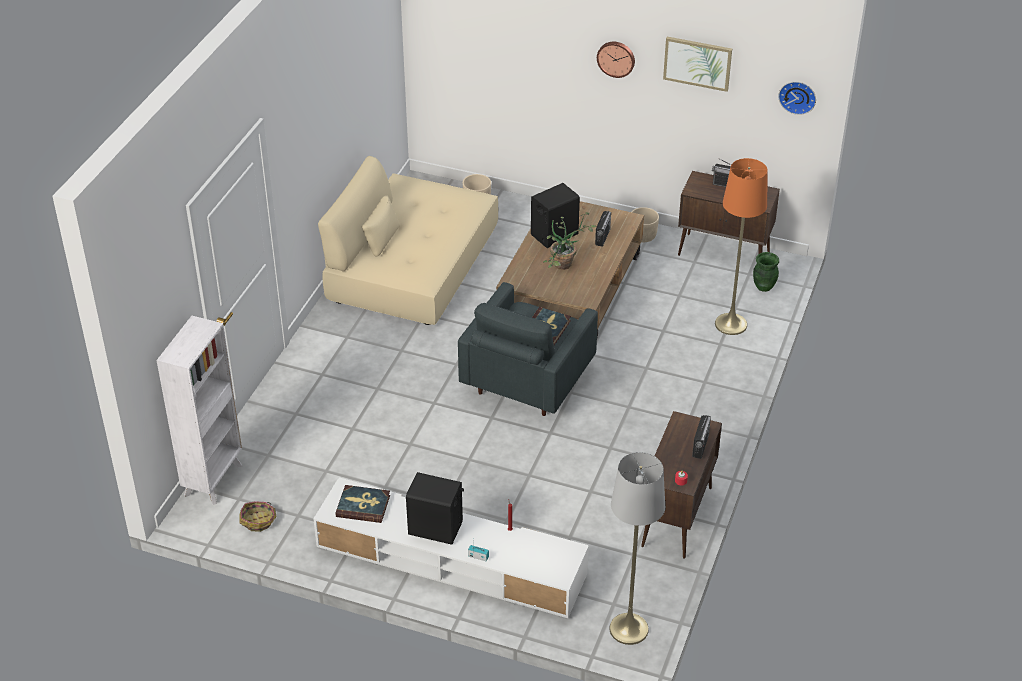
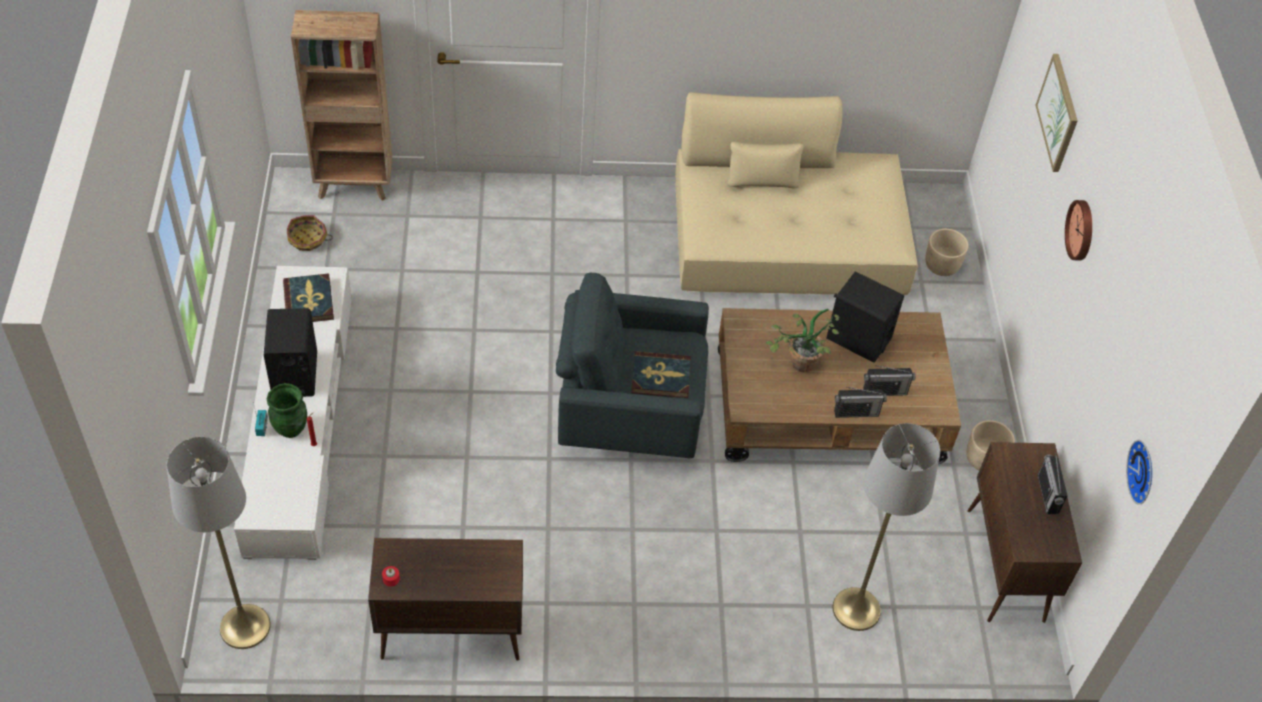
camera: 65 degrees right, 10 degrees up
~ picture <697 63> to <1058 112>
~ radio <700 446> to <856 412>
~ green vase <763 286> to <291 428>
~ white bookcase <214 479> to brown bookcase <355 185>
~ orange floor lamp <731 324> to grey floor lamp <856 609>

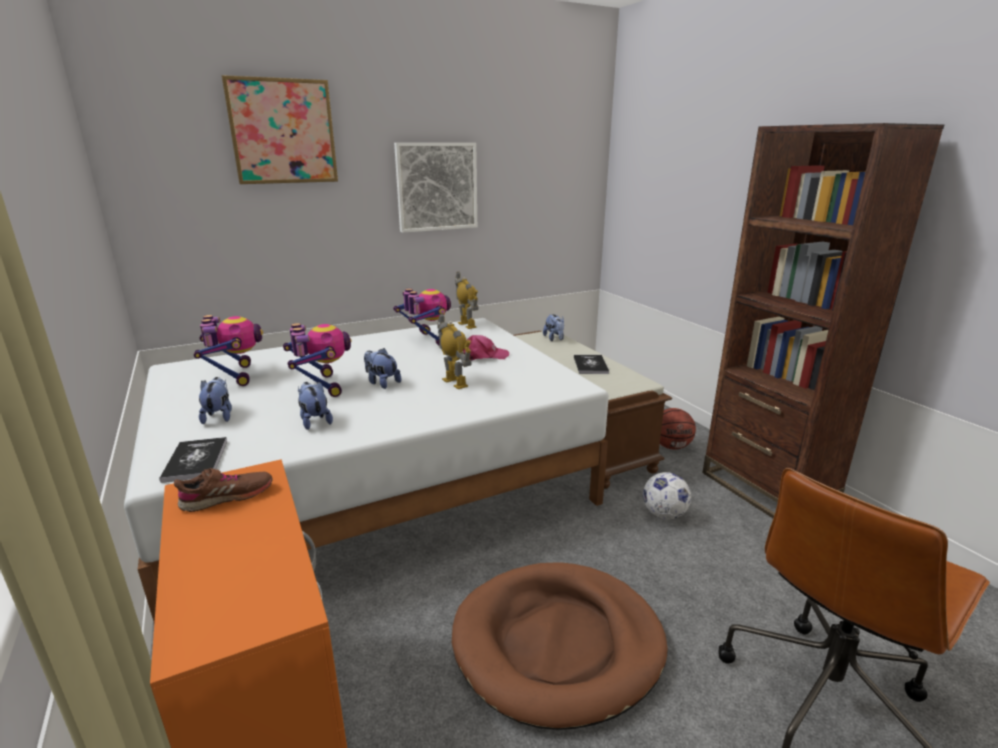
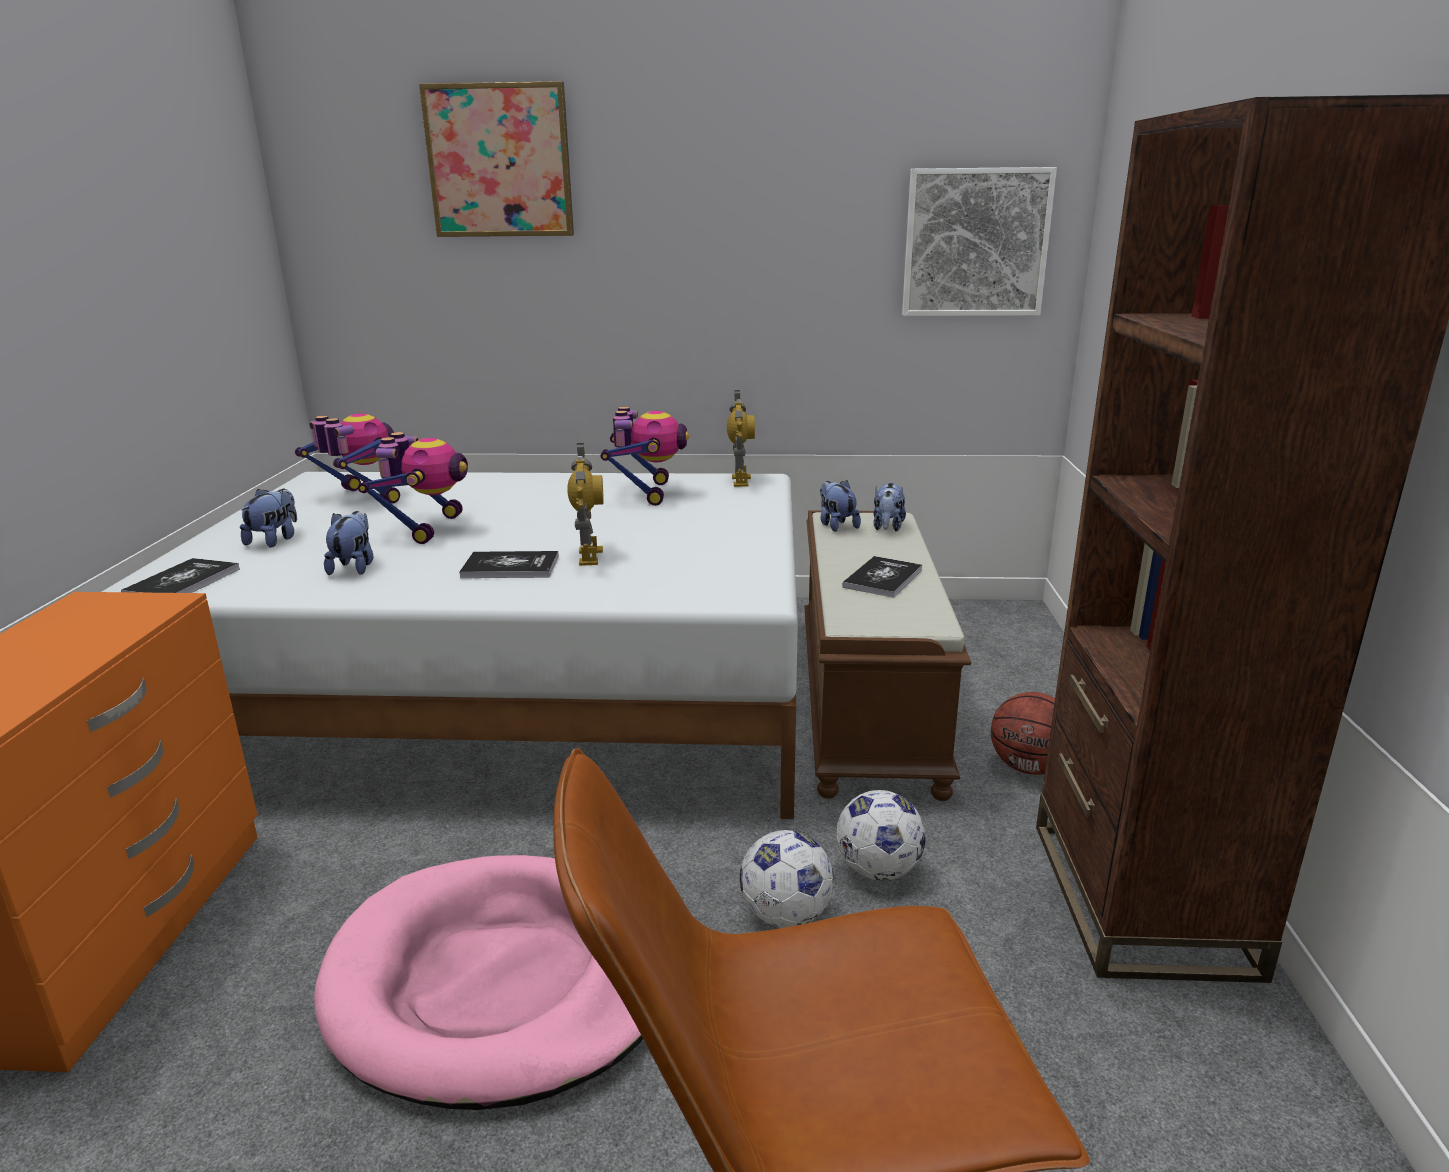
camera: 30 degrees right, 0 degrees up
- brown shoe <227 497>
- pink cap <483 356>
+ book <510 567>
+ football <786 915>
~ plush toy <382 383> to <836 525>
~ picture <436 187> to <975 243>
~ brown dog bed <558 644> to pink dog bed <499 983>
~ toy robot <235 376> = <360 498> 60 degrees counterclockwise

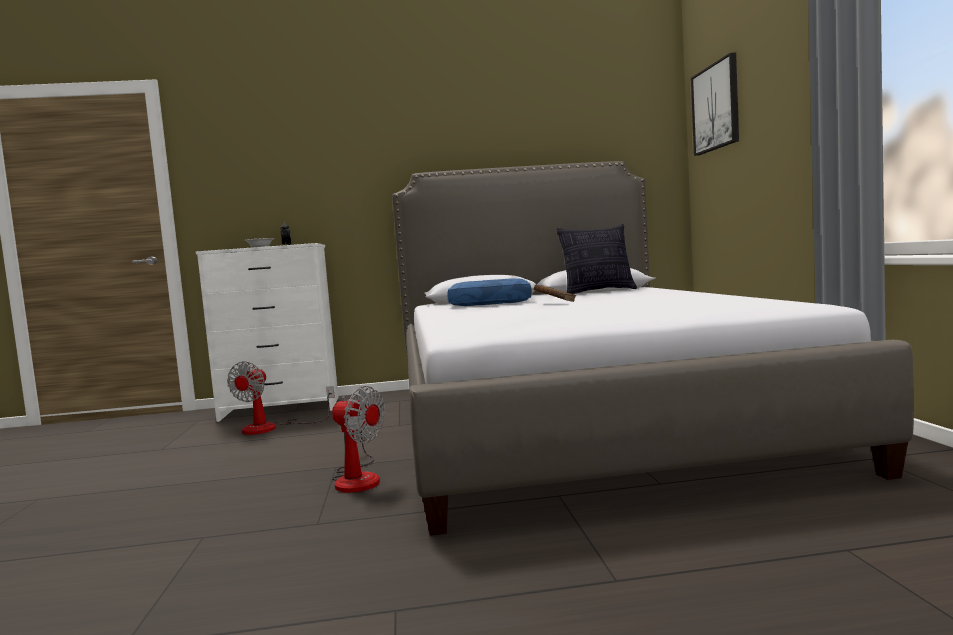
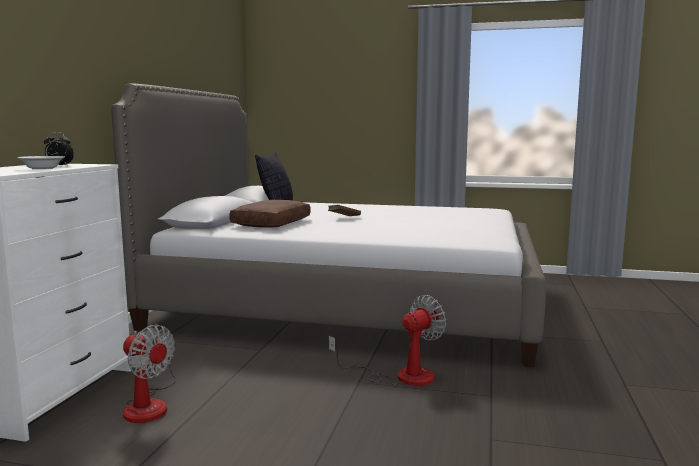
camera: 70 degrees left, 5 degrees up
- picture <716 107>
~ blue pillow <491 303> to brown pillow <271 223>

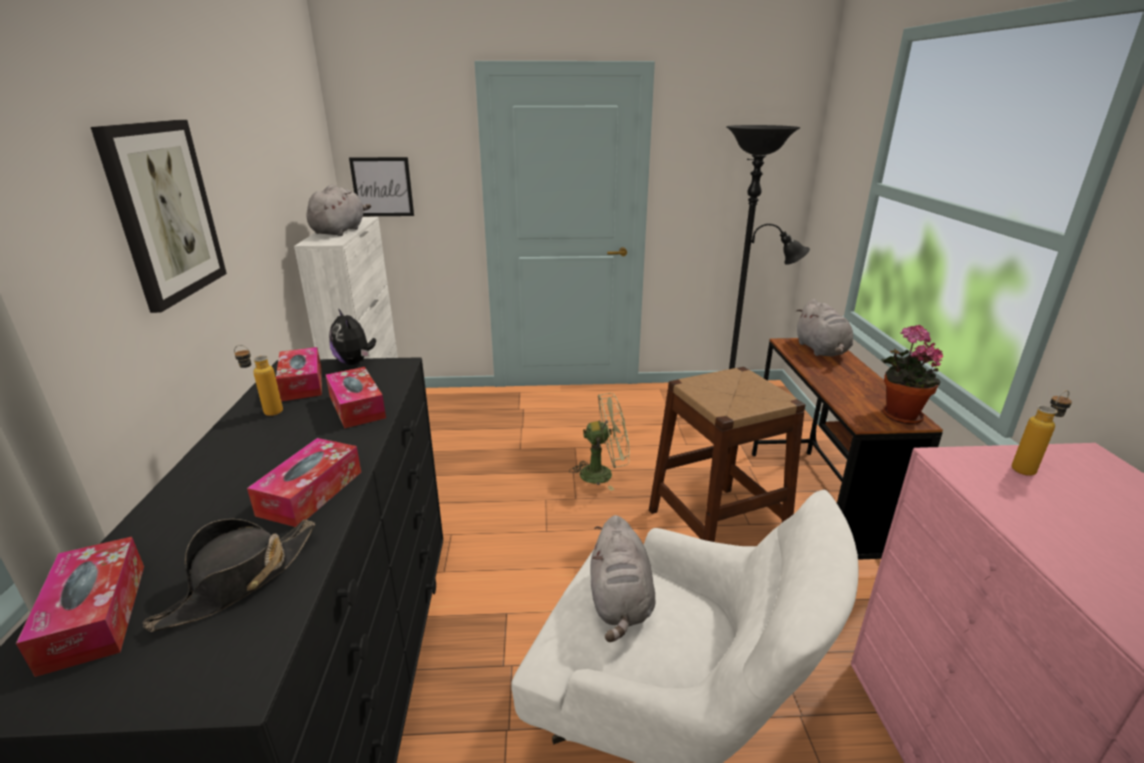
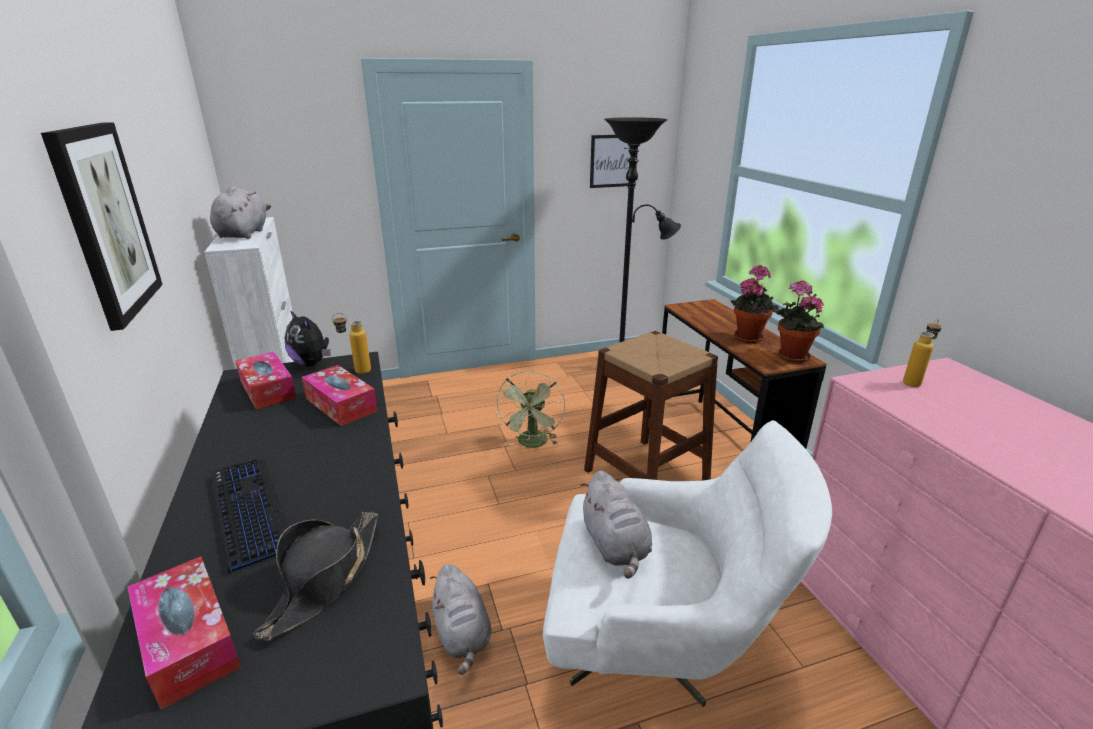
camera: 15 degrees left, 0 degrees up
- tissue box <311 493>
+ keyboard <248 511>
+ potted plant <748 337>
~ bottle <266 412> to <356 371>
~ picture <382 187> to <613 161>
~ grey plush toy <821 350> to <462 634>
~ green fan <603 473> = <533 444> 120 degrees clockwise

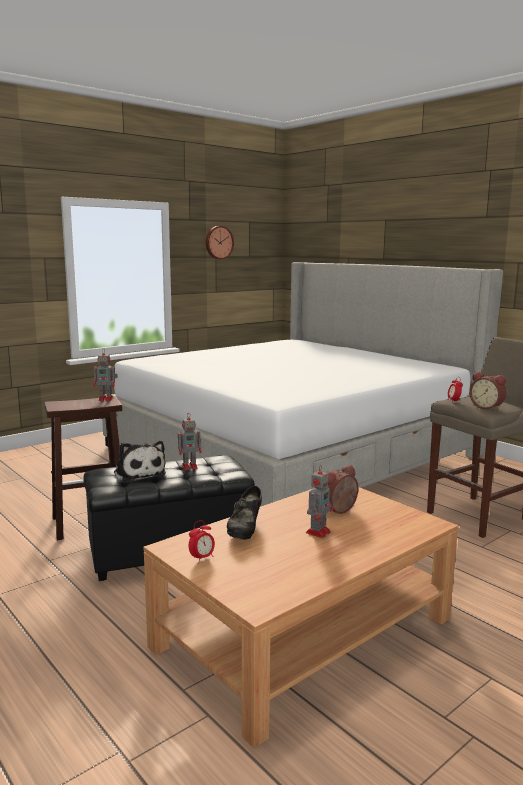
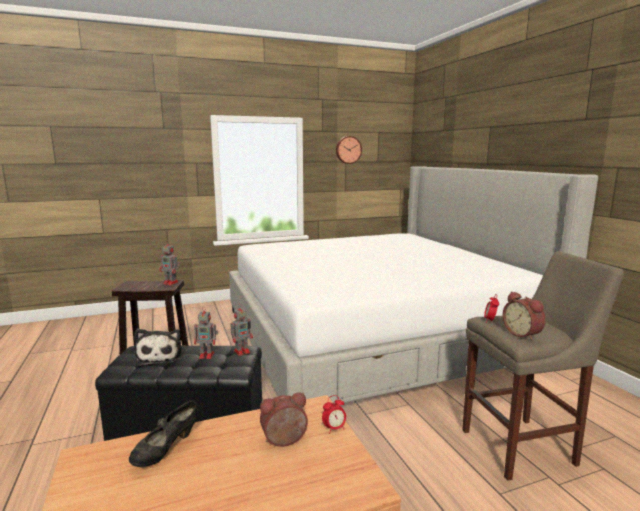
camera: 20 degrees right, 0 degrees up
~ alarm clock <202 558> to <334 428>
~ toy robot <318 532> to <242 351>

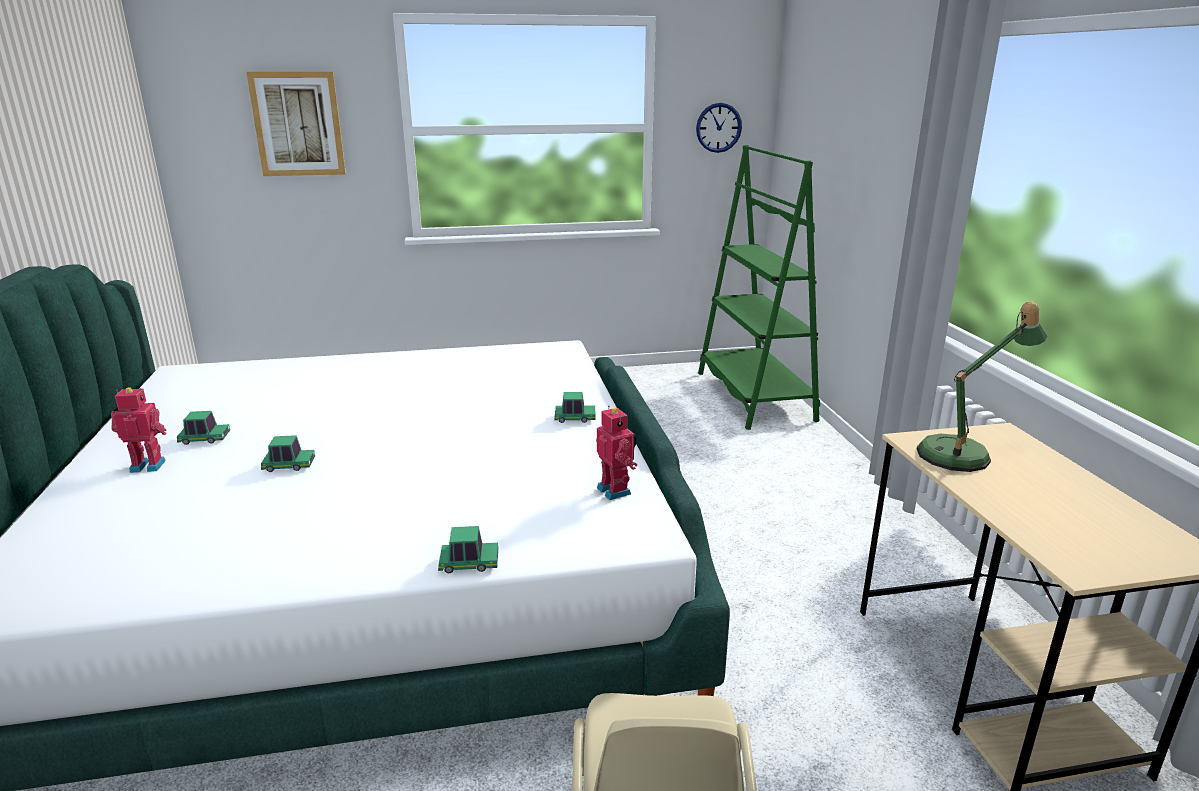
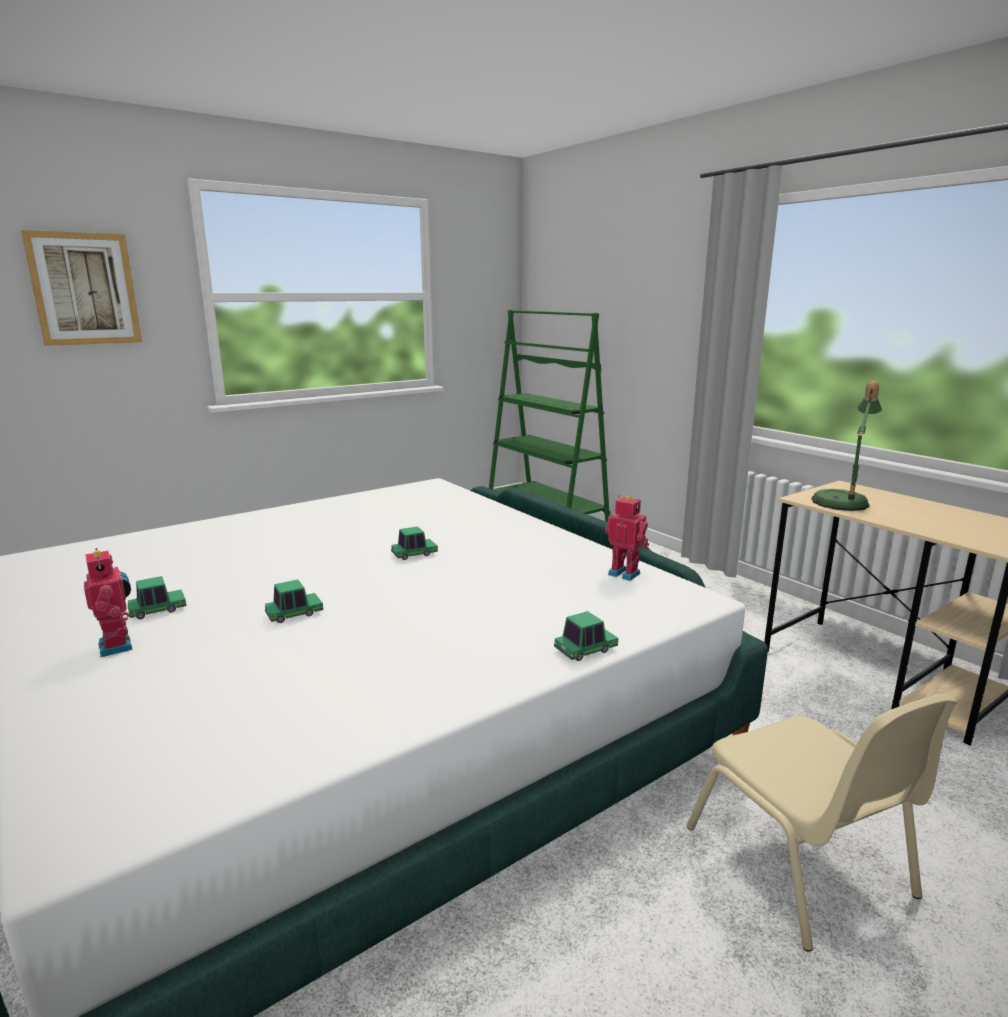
camera: 25 degrees left, 5 degrees down
- wall clock <718 127>
~ toy car <575 418> to <414 554>
~ toy robot <148 465> = <118 646> 90 degrees clockwise

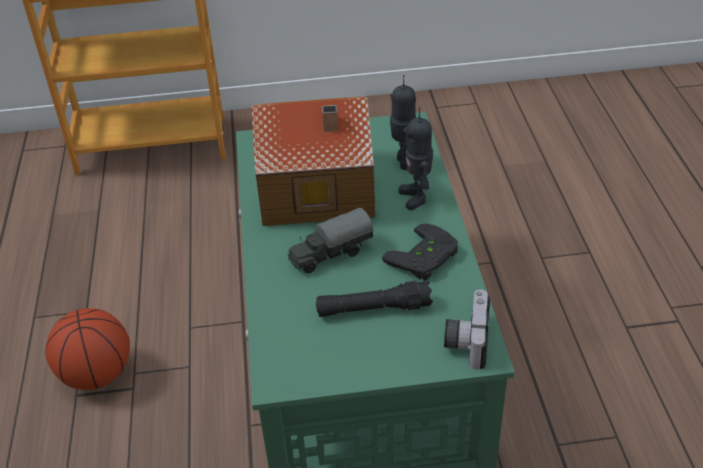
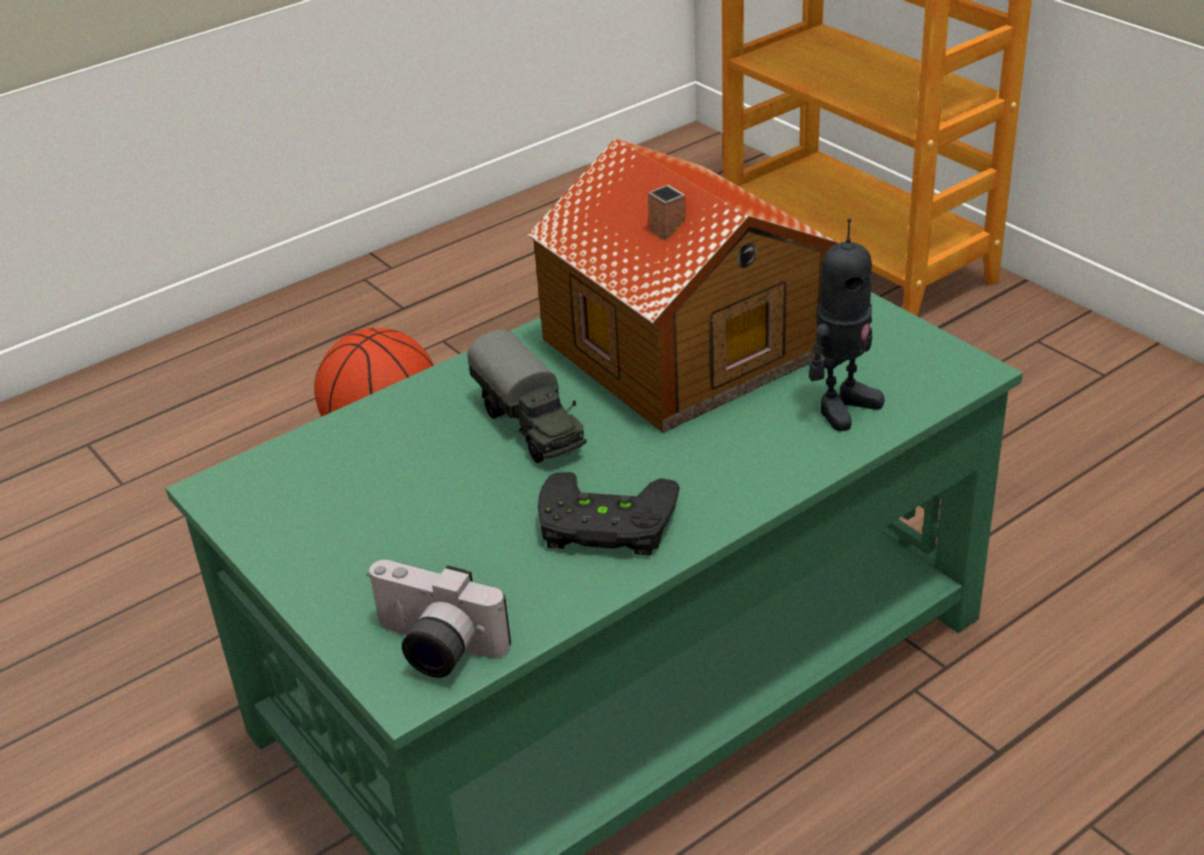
camera: 60 degrees right, 5 degrees down
- black flashlight <373 309>
- toy robot <416 197>
~ toy truck <330 254> = <531 425> 150 degrees counterclockwise
~ photo camera <466 340> = <433 649> 135 degrees counterclockwise

